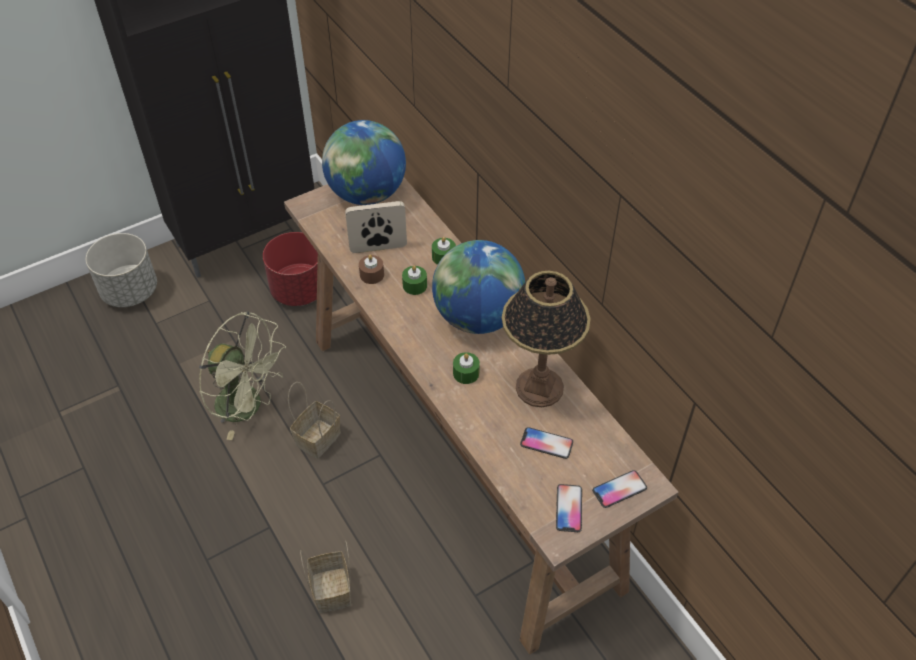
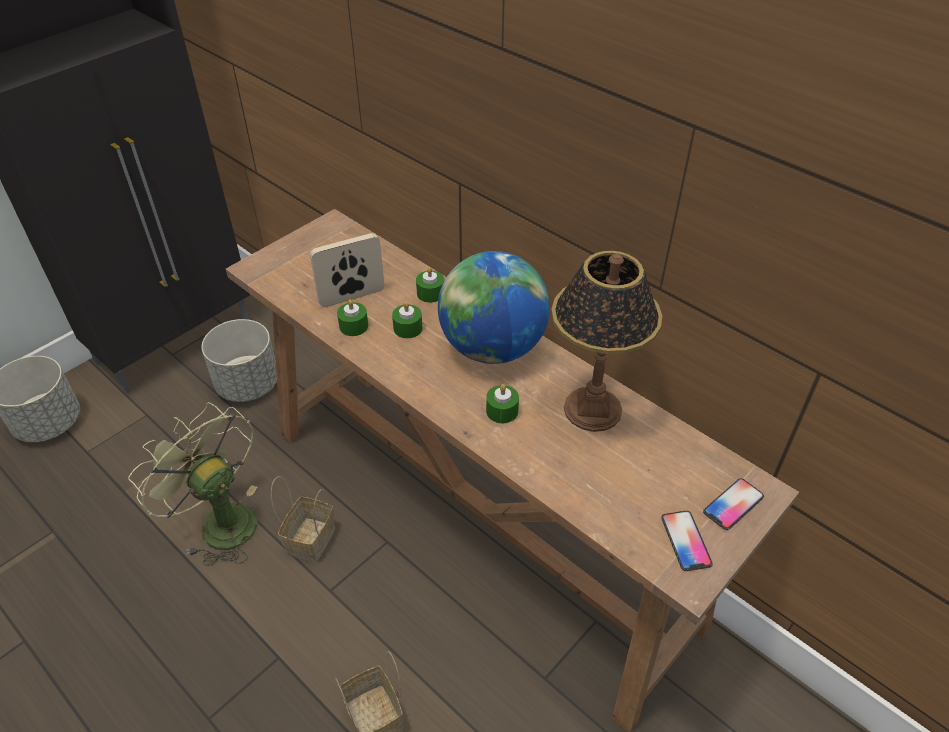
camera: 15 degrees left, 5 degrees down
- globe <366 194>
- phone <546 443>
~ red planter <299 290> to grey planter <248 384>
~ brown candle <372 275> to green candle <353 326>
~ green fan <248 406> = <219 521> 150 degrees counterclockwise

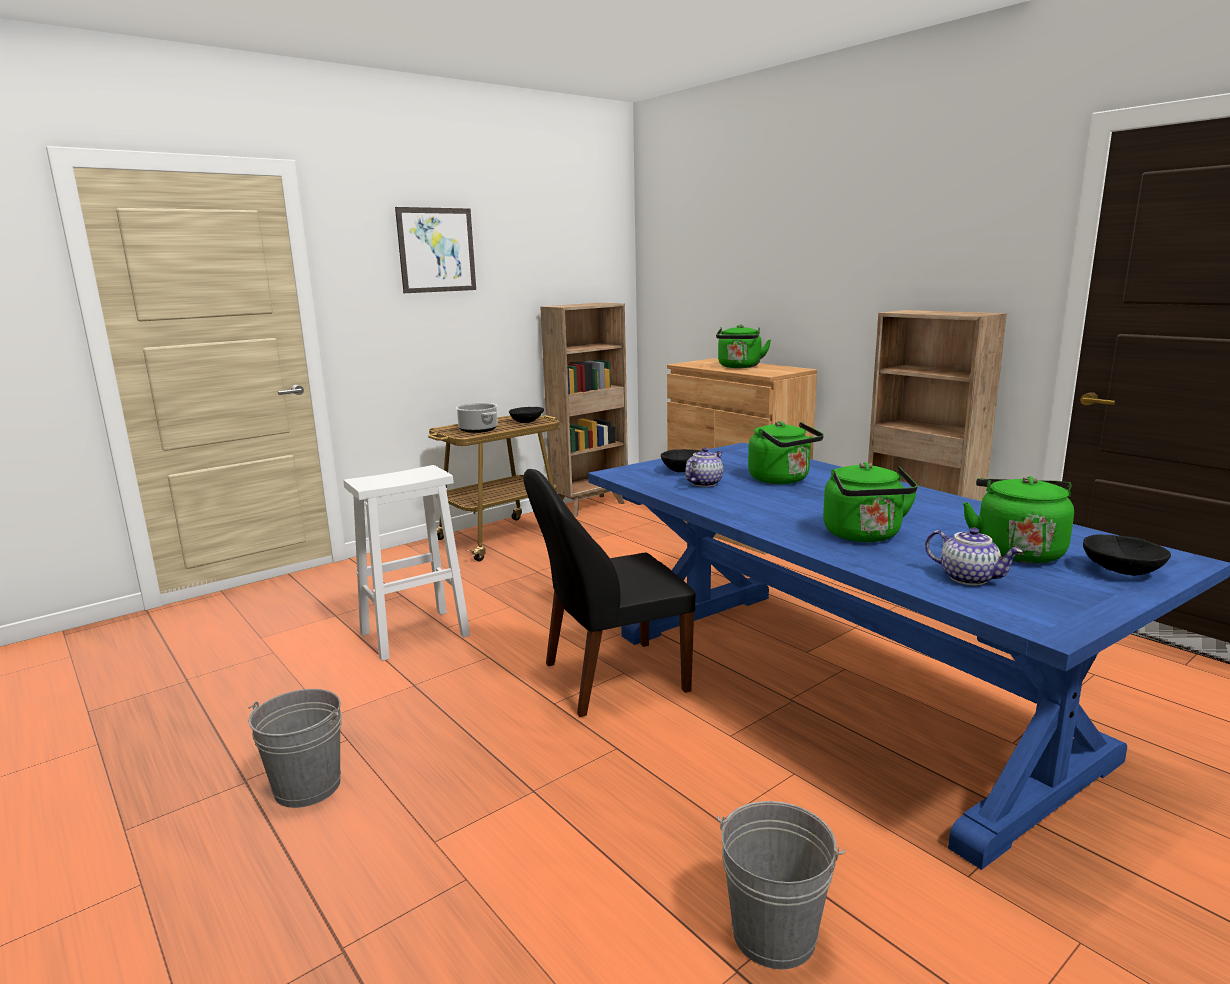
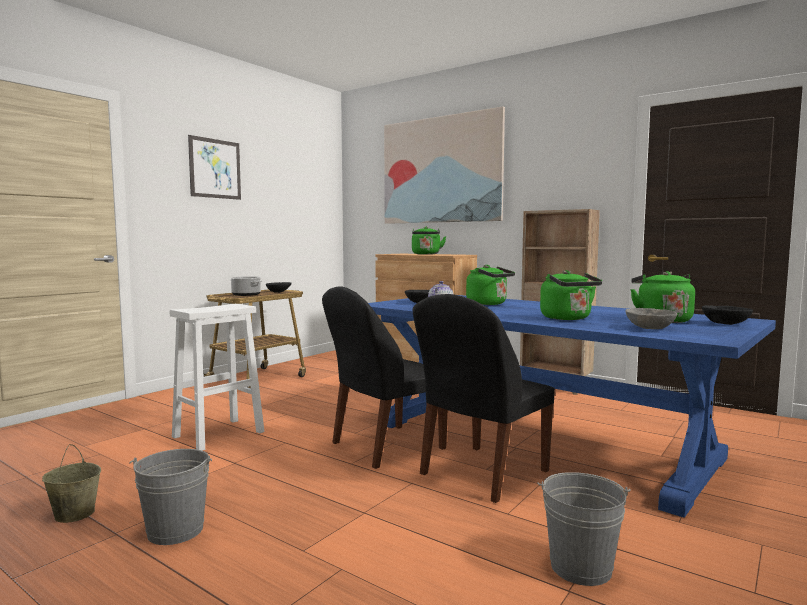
camera: 15 degrees left, 10 degrees down
- brown bookcase <590 505>
+ beige bucket <74 514>
+ picture <441 170>
+ black chair <481 474>
~ teapot <969 578> to grey bowl <649 328>

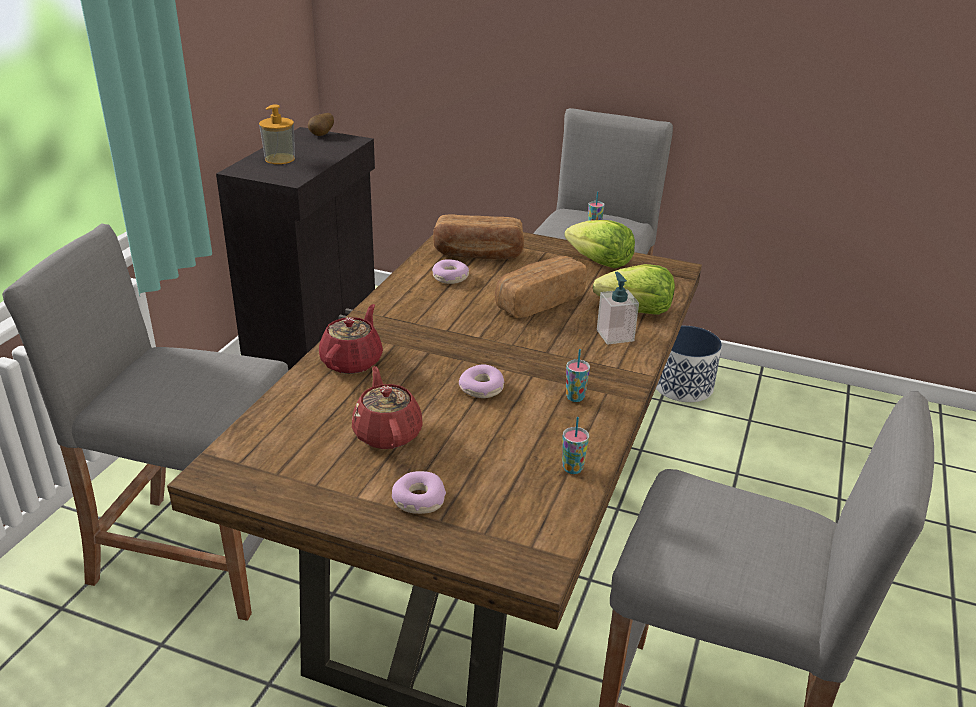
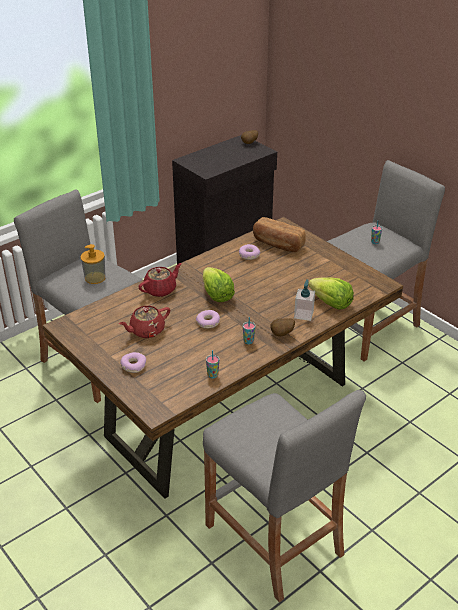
camera: 30 degrees right, 5 degrees up
- bread <538 302>
- planter <683 386>
+ potato <282 334>
~ soap dispenser <279 159> to <95 278>
~ lettuce <599 262> to <216 295>
~ red teapot <387 433> = <146 331> 135 degrees counterclockwise

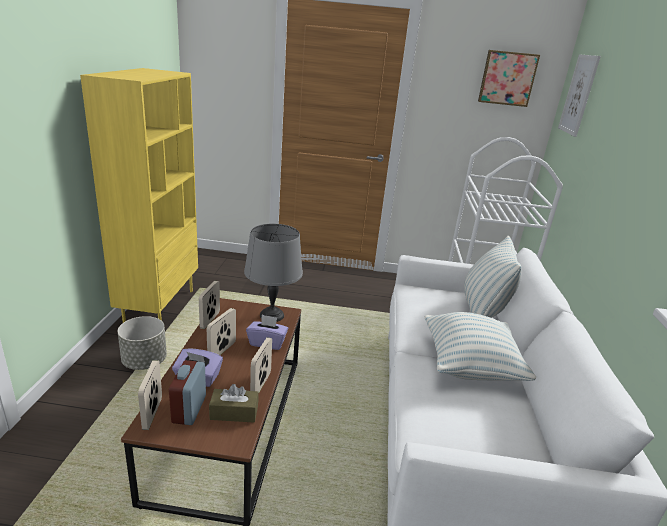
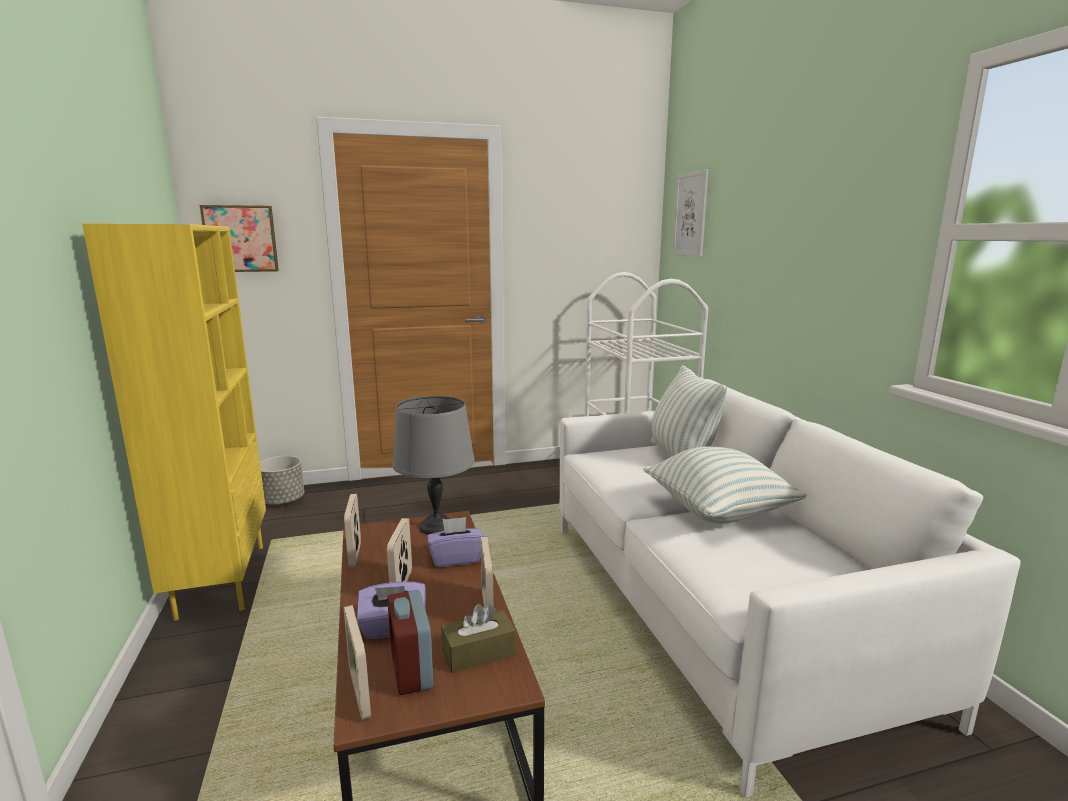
camera: 20 degrees left, 10 degrees down
~ grey planter <145 361> to <282 501>
~ picture <507 78> to <241 239>

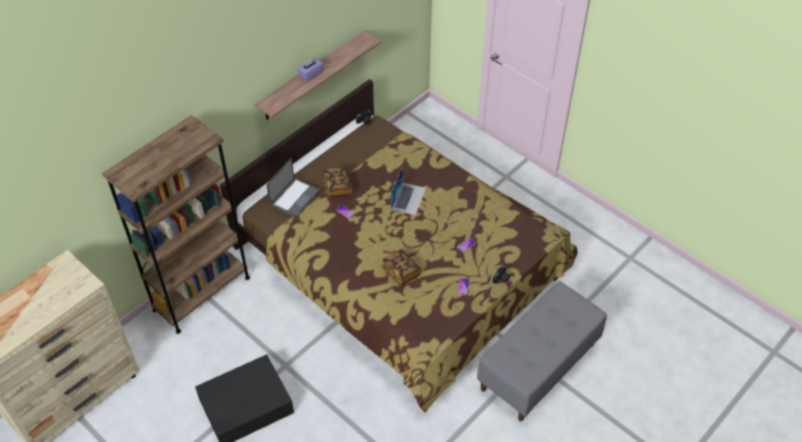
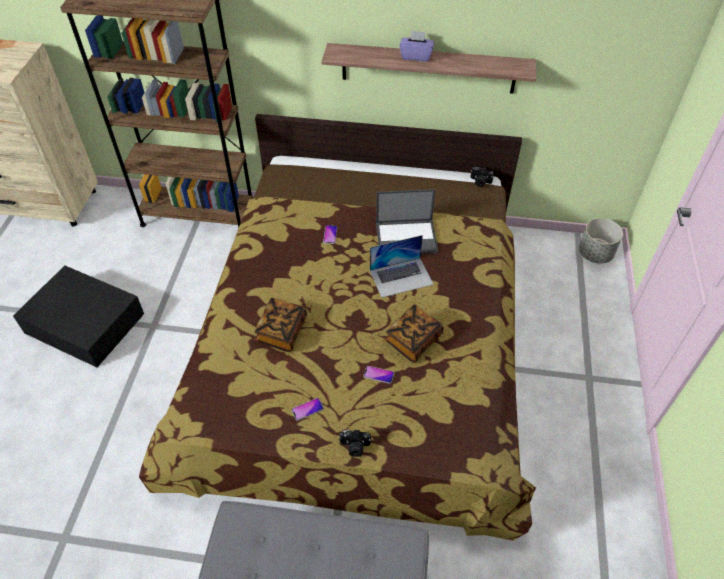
camera: 55 degrees right, 0 degrees up
+ grey planter <595 254>
~ laptop <295 197> to <407 237>
~ book <338 187> to <413 340>

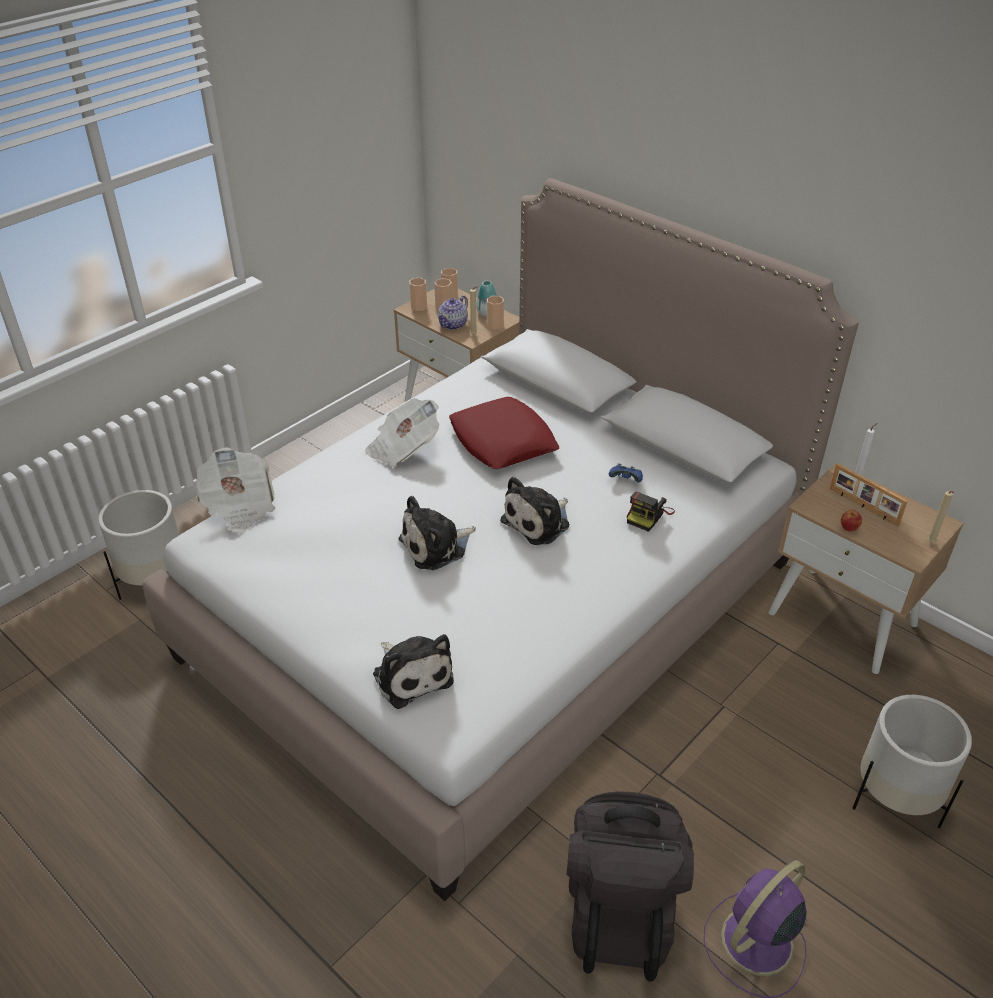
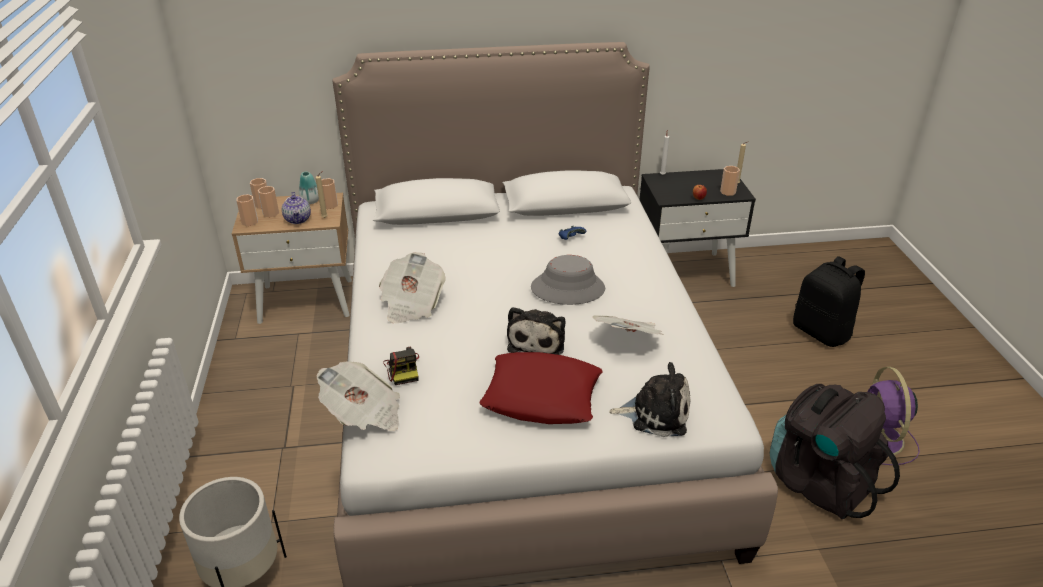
camera: 50 degrees left, 5 degrees down
- picture frame <863 507>
+ newspaper <629 339>
+ cup <728 192>
~ red pillow <503 441> to <542 396>
~ photo camera <648 515> to <403 369>
~ plush toy <539 522> to grey hat <568 288>
~ white planter <895 798> to black backpack <822 332>
~ beige nightstand <843 618> to black nightstand <685 272>

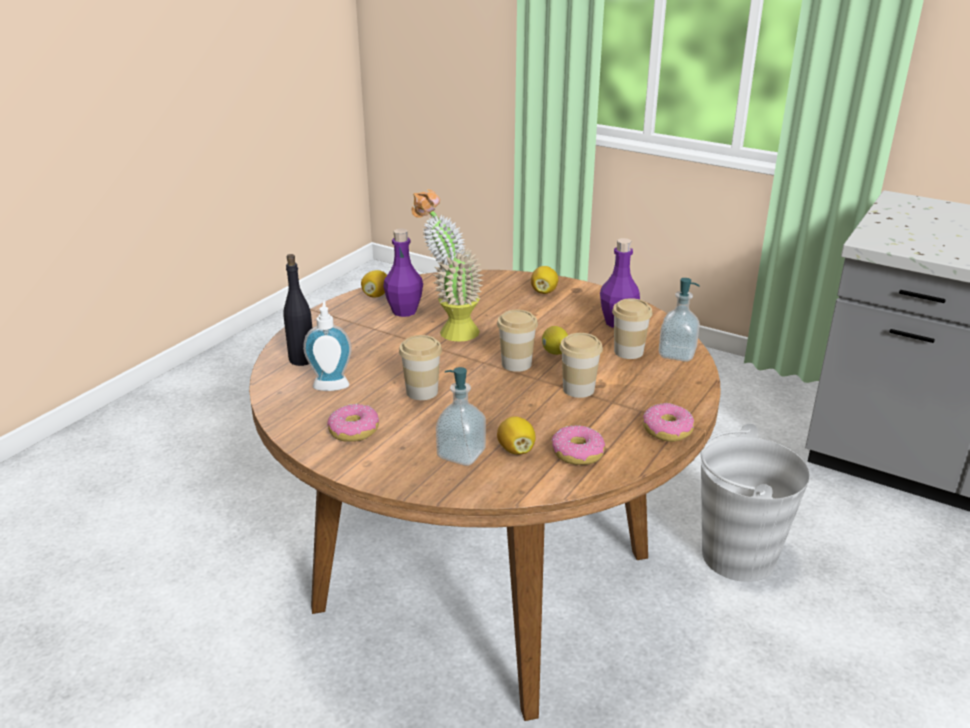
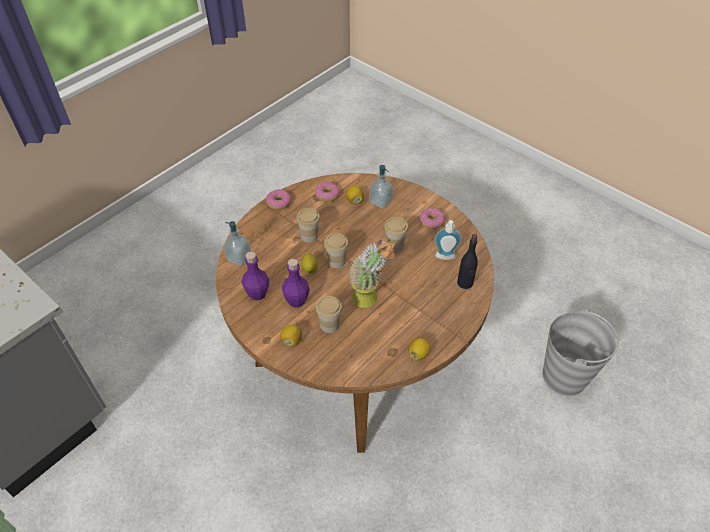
camera: 170 degrees left, 20 degrees up
~ purple bottle <404 311> to <297 301>
~ cup <628 351> to <329 325>
~ grey bucket <737 556> to <565 376>

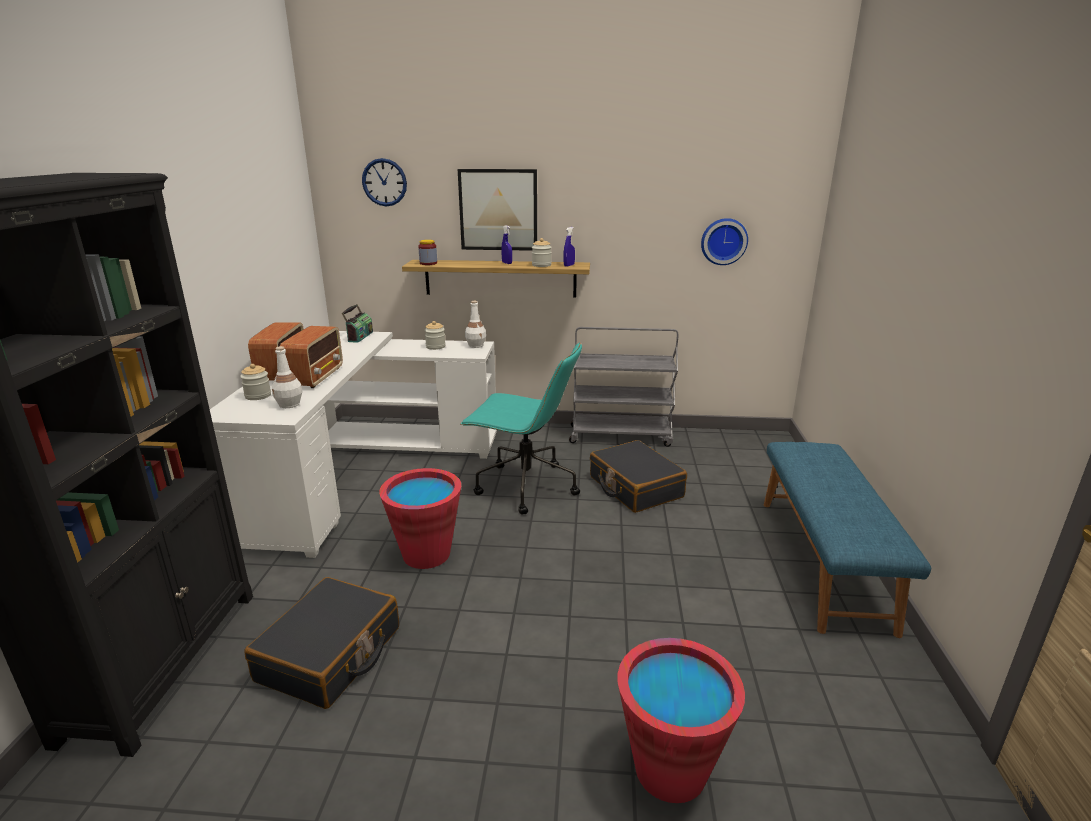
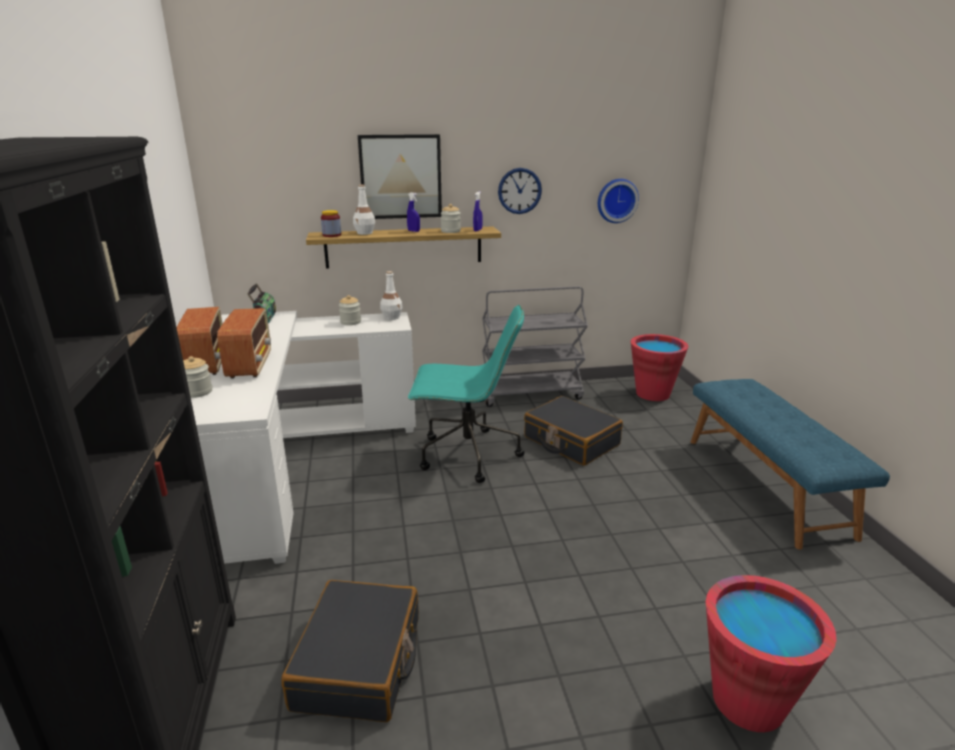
camera: 15 degrees left, 0 degrees up
~ white bottle <289 404> to <365 233>
~ wall clock <384 182> to <519 191>
~ red bucket <426 554> to <653 394>

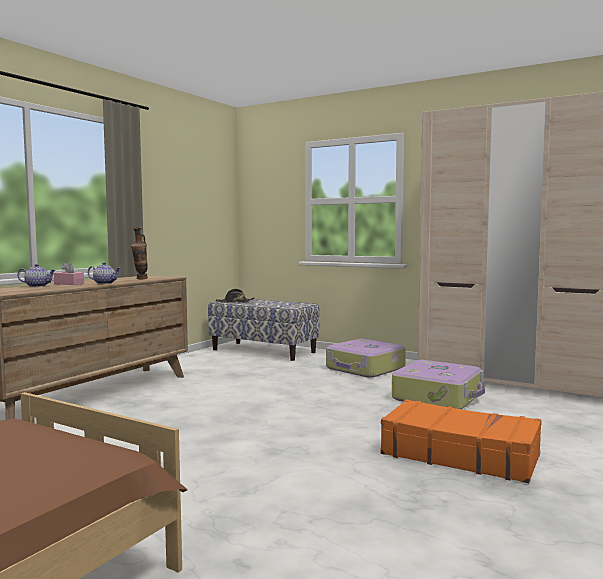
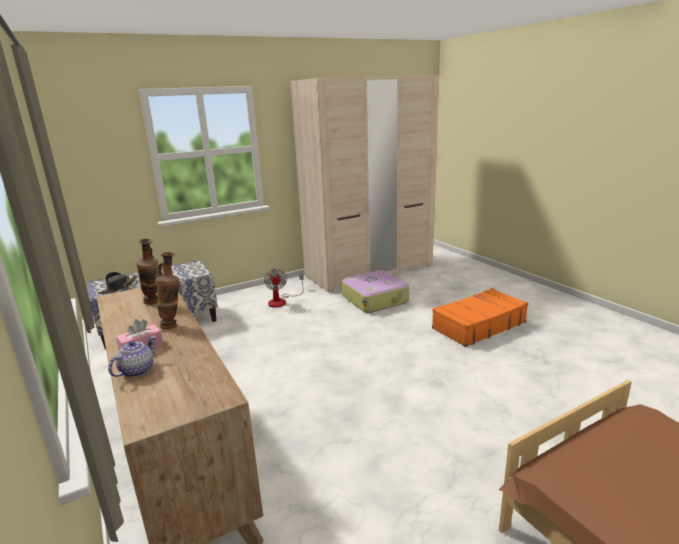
camera: 60 degrees left, 15 degrees up
~ teapot <105 283> to vase <174 325>
~ suitcase <365 368> to fan <281 301>

